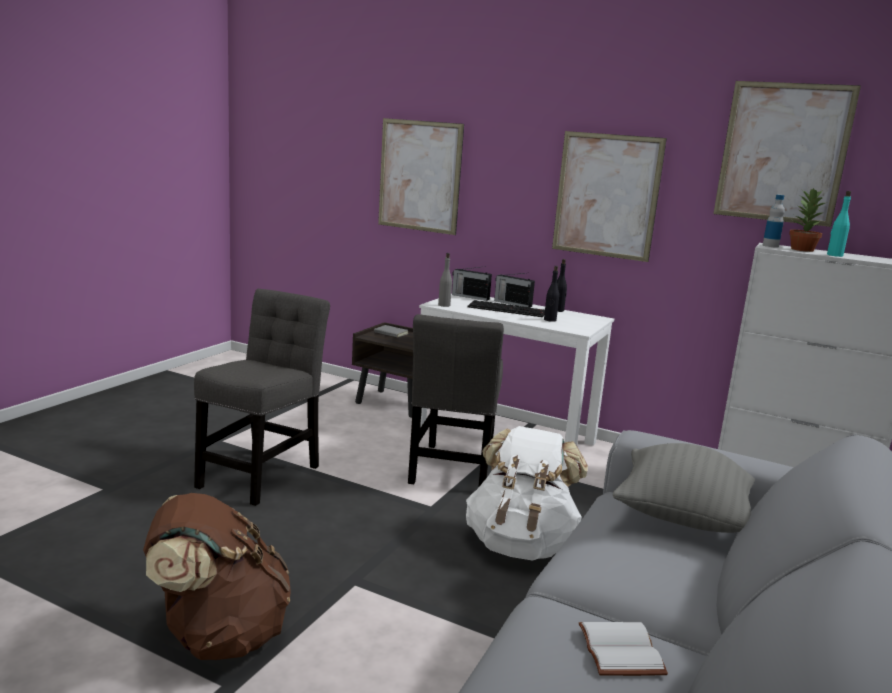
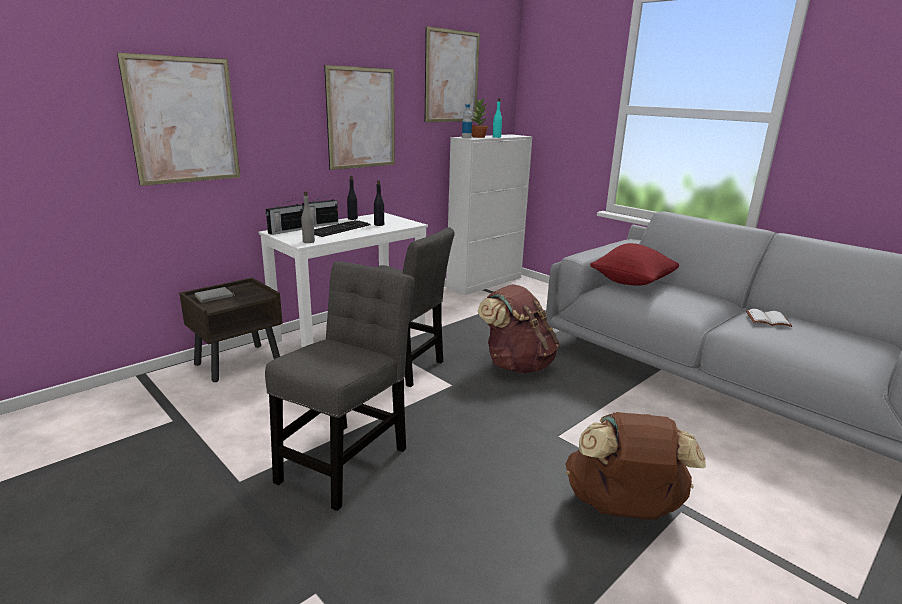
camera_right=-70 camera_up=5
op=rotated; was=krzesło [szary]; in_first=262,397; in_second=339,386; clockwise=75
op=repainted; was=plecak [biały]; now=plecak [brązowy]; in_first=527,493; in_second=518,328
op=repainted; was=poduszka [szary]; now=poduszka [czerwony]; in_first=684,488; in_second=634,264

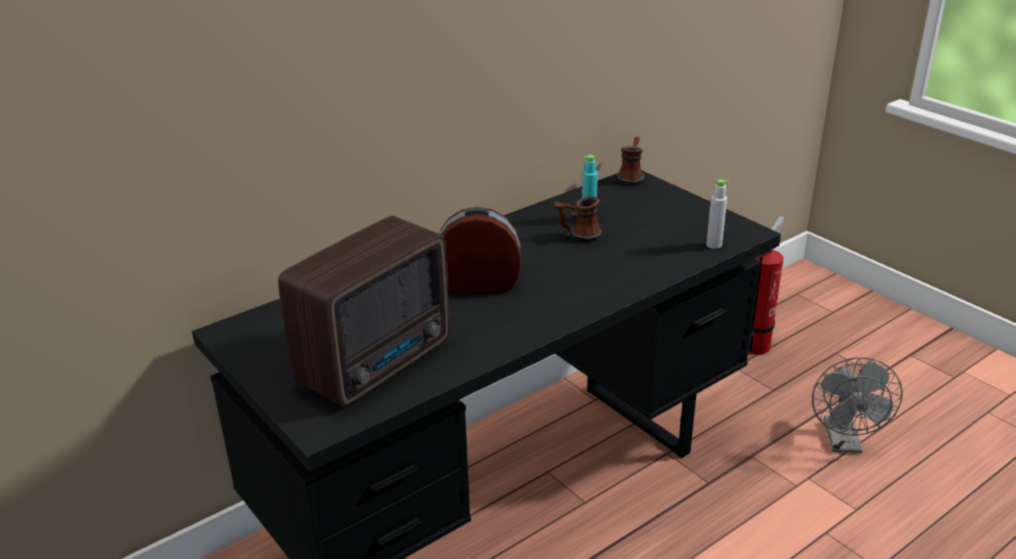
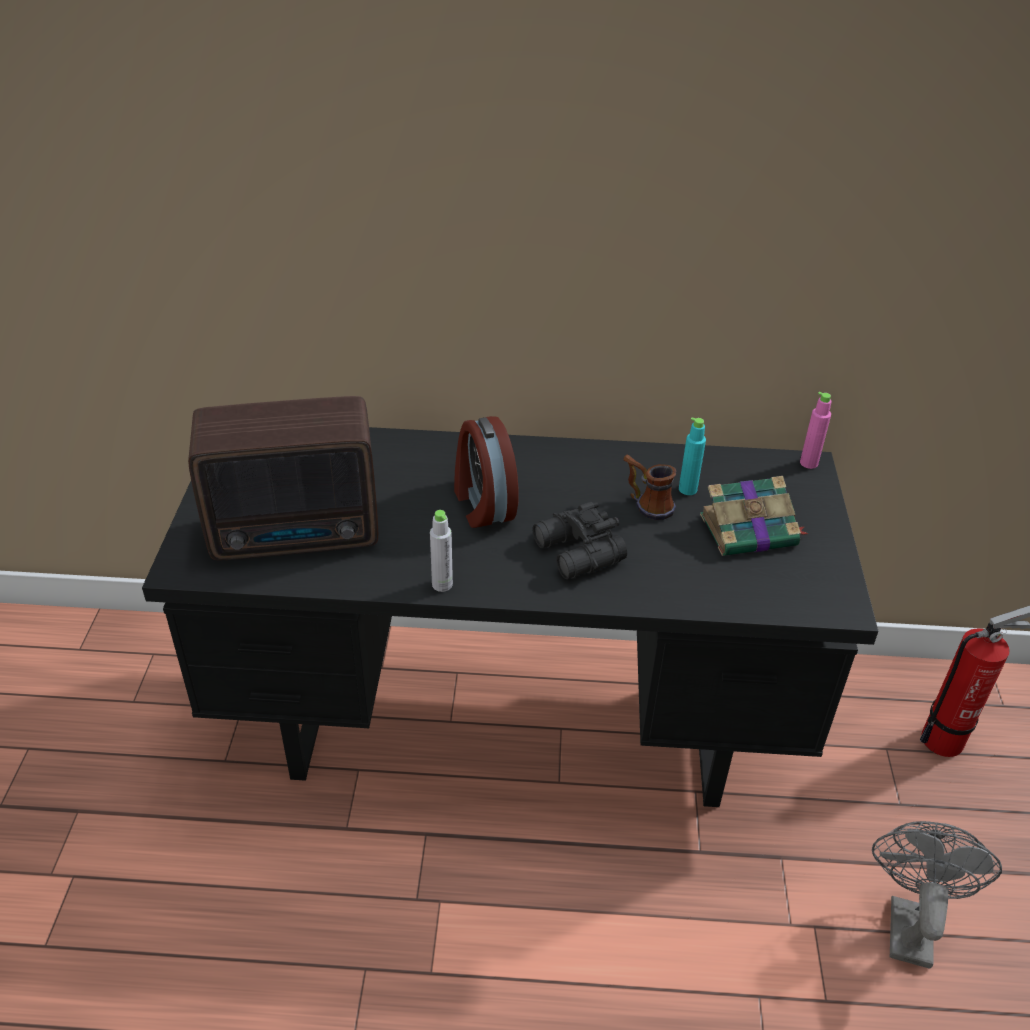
camera_right=40 camera_up=10
op=shifted; was=butelka [szary]; in_first=717,214; in_second=441,551
op=rotated; was=budzik; in_first=480,250; in_second=486,472; clockwise=-150
op=new; now=lornetka [czarny]; in_second=580,540
op=new; now=książka; in_second=754,516
op=swapped; was=kubek; now=butelka [różowy]; in_first=630,161; in_second=815,430
op=rotated; was=wentylator [szary]; in_first=857,405; in_second=937,895; clockwise=150

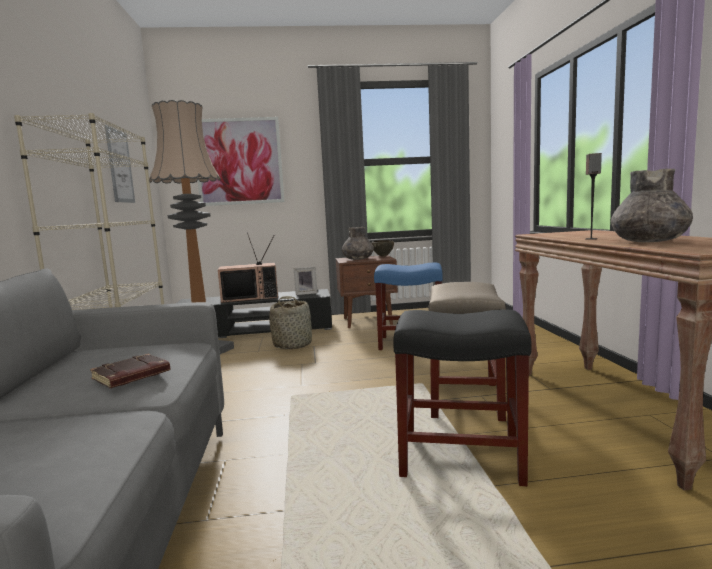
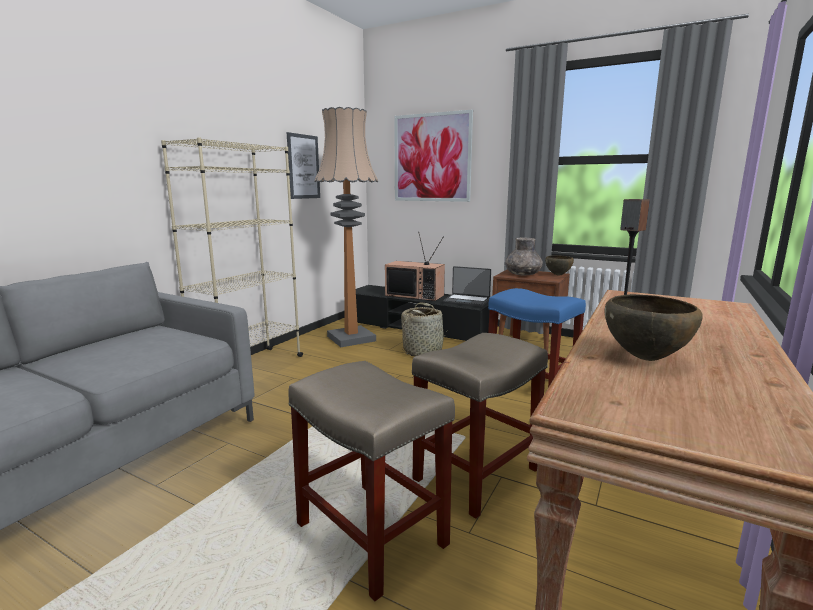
camera_right=35 camera_up=5
op=repainted; was=stołek [czarny]; now=stołek [beżowy]; in_first=462,398; in_second=371,481
op=swapped; was=ramka na zdjęcie; now=laptop; in_first=306,281; in_second=467,286
op=swapped; was=wazon [szary]; now=miska [brązowy]; in_first=652,205; in_second=653,327
op=gone; was=książka [brązowy]; in_first=130,371

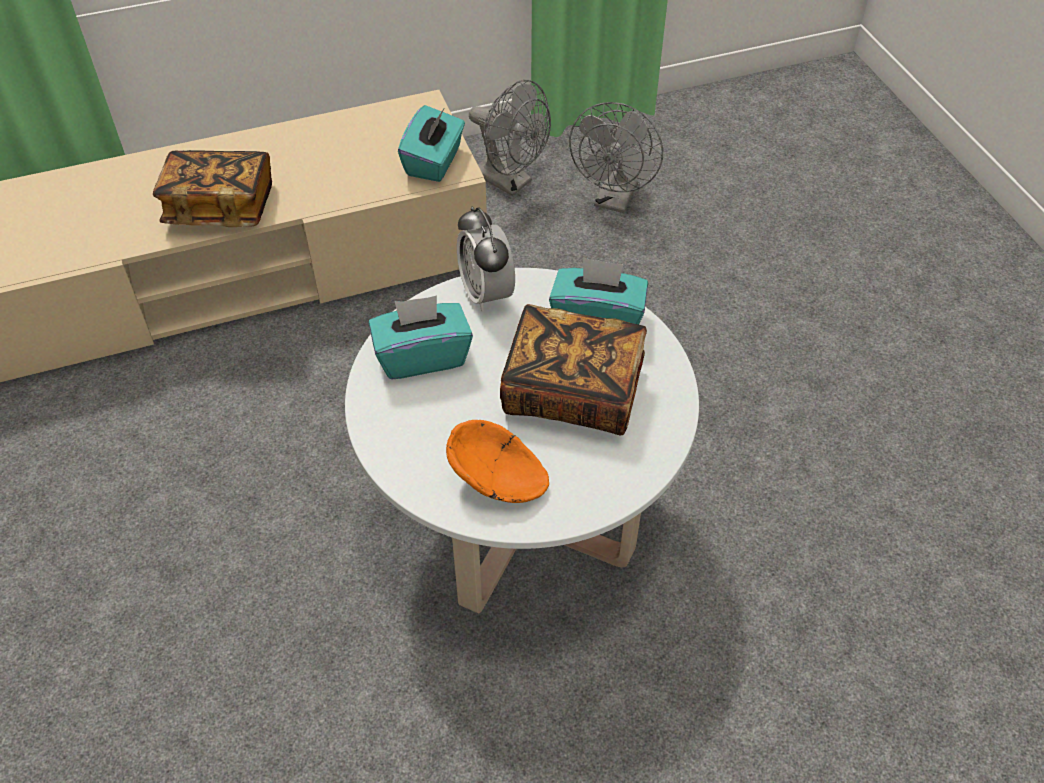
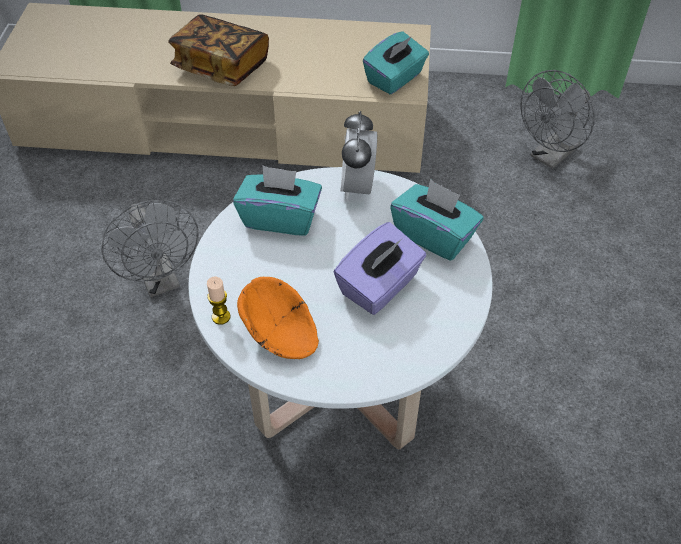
camera_right=25 camera_up=0
op=shifted; was=wentylator [szary]; in_first=510,138; in_second=150,248
op=new; now=świeca; in_second=218,301
op=swapped; was=książka; now=pudełko chusteczek [fioletowy]; in_first=573,369; in_second=380,268

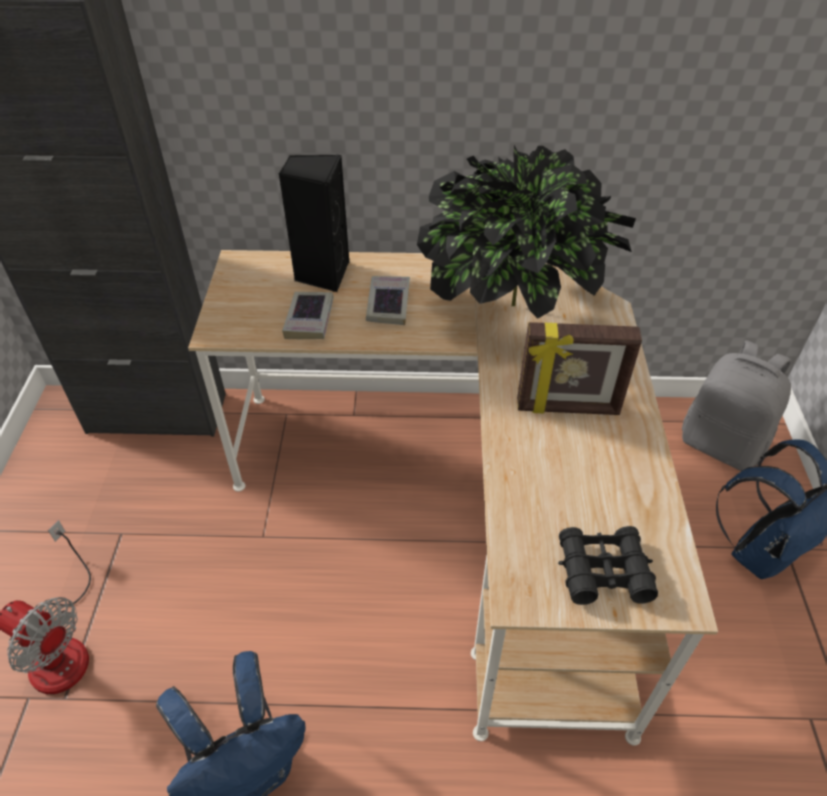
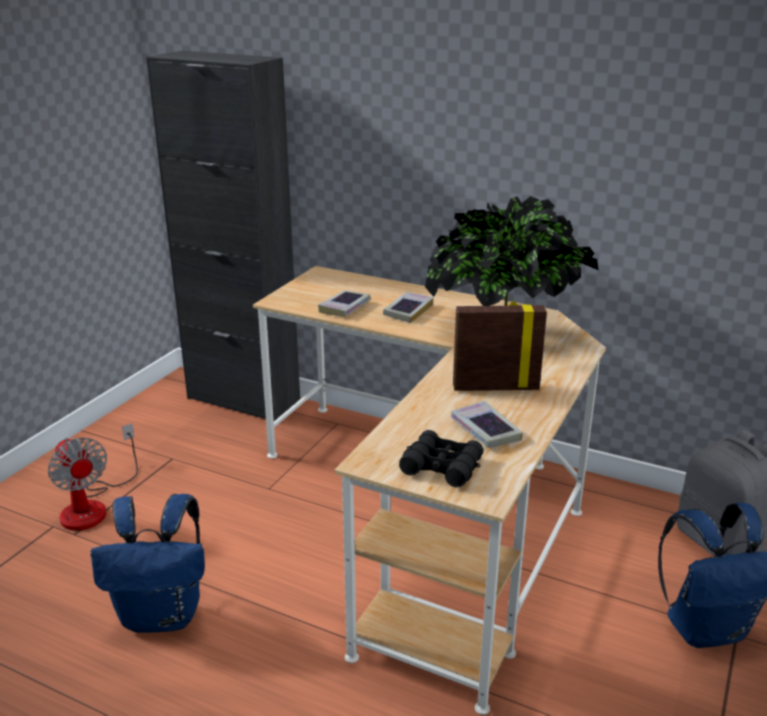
camera_right=25 camera_up=-20
op=new; now=książka; in_second=487,424
op=rotated; was=ramka na zdjęcie; in_first=579,368; in_second=500,346; clockwise=150
op=gone; was=głośnik [czarny]; in_first=314,223

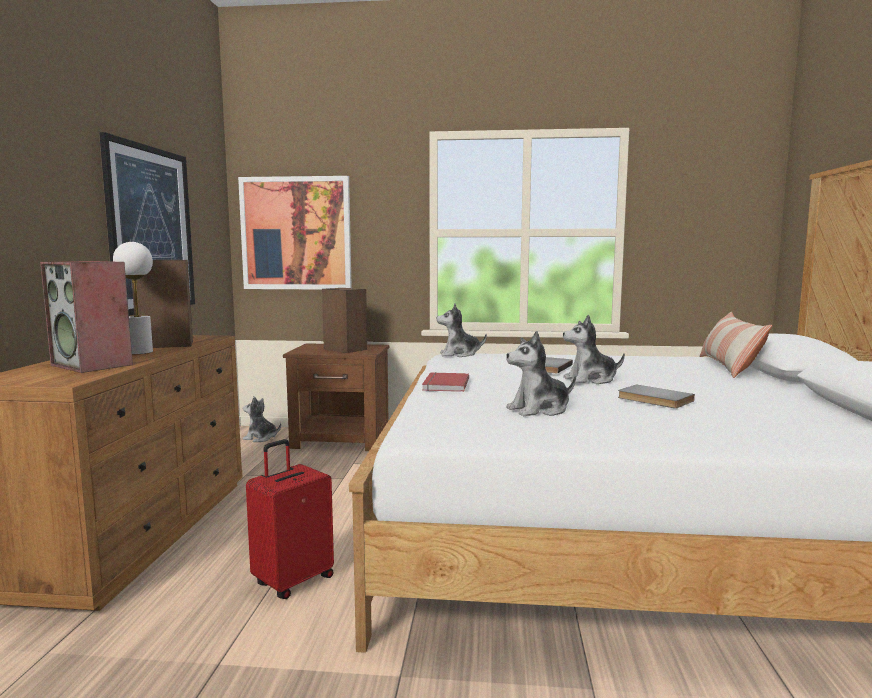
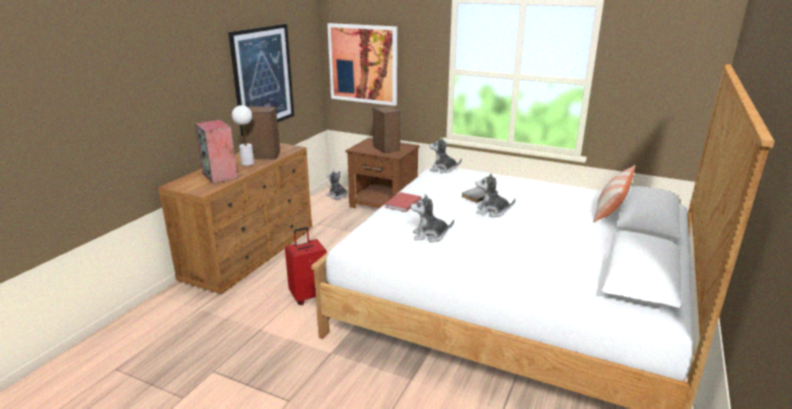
camera_right=20 camera_up=15
op=gone; was=książka [szary]; in_first=656,396

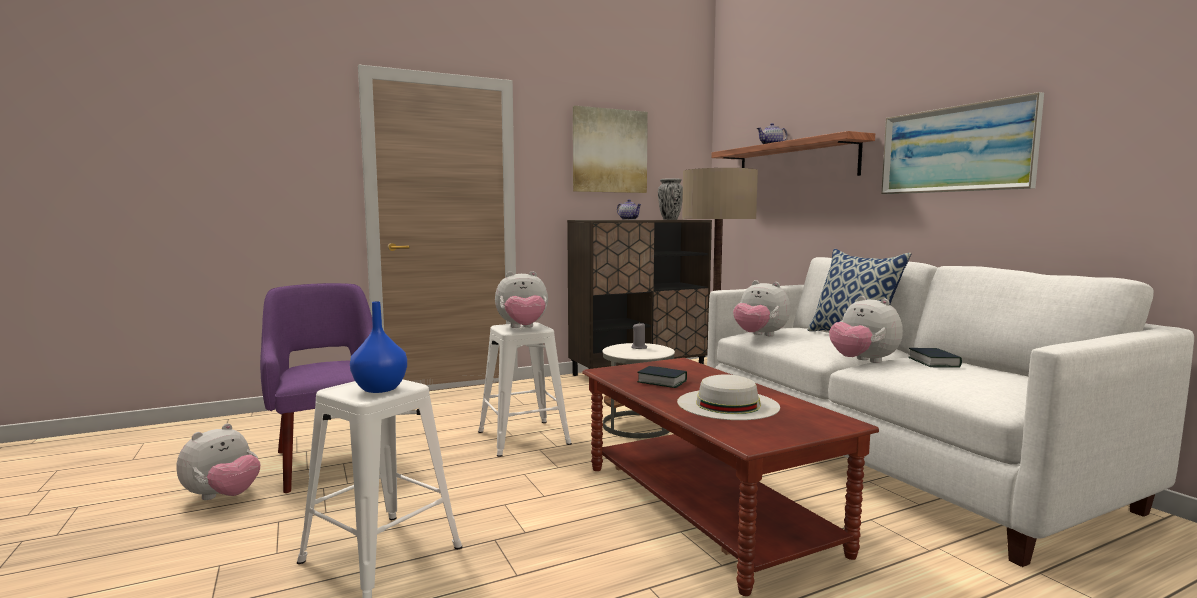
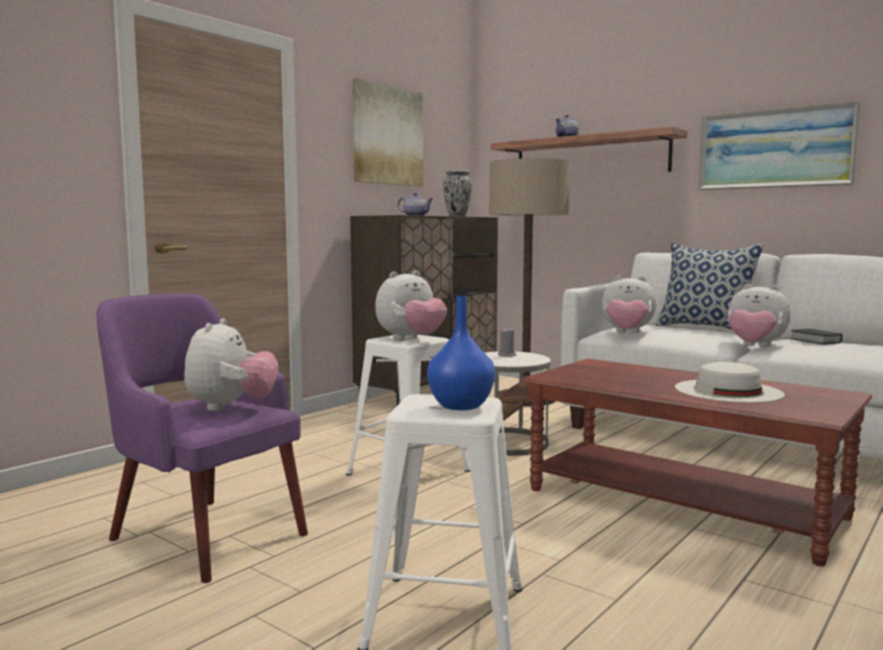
camera_right=-25 camera_up=0
op=shifted; was=pluszak; in_first=218,462; in_second=231,364
op=gone; was=książka; in_first=662,377

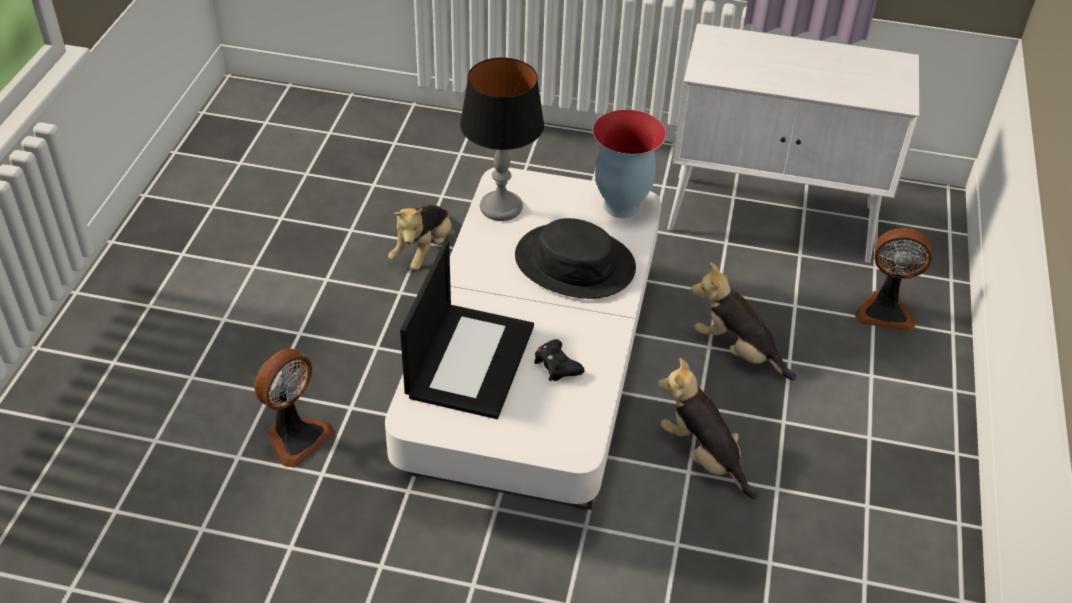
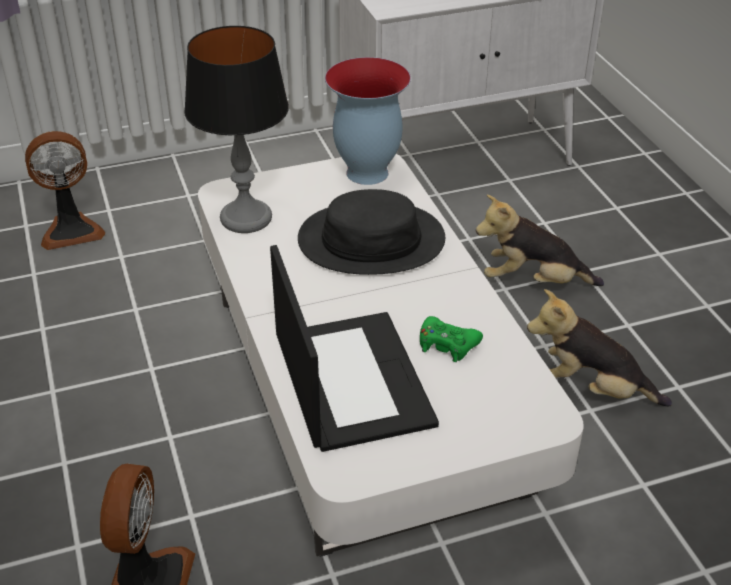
camera_right=-30 camera_up=-5
op=shifted; was=wentylator; in_first=893,279; in_second=65,190
op=repainted; was=pad do gier [czarny]; now=pad do gier [zielony]; in_first=559,360; in_second=451,339
op=gone; was=pluszak; in_first=420,237

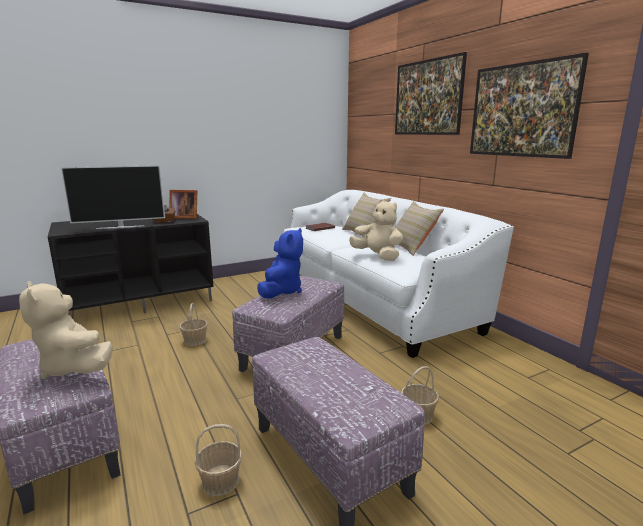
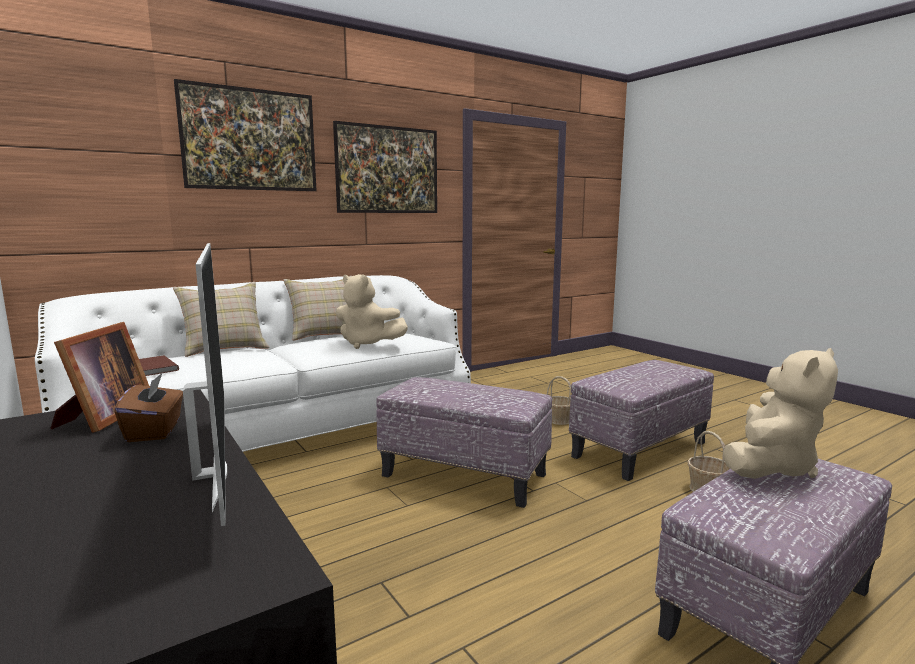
camera_right=-95 camera_up=-5
op=rotated; was=pluszak [beżowy]; in_first=376,230; in_second=372,311; clockwise=-105
op=gone; was=koszyk; in_first=194,324
op=gone; was=pluszak [niebieski]; in_first=280,263

